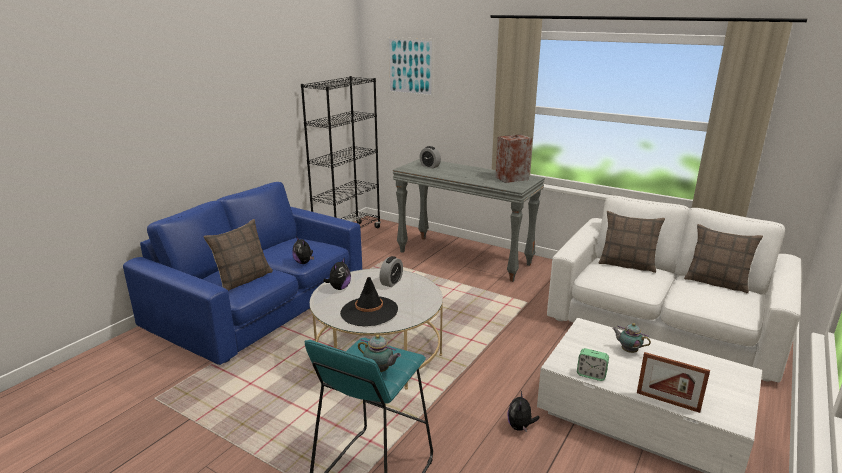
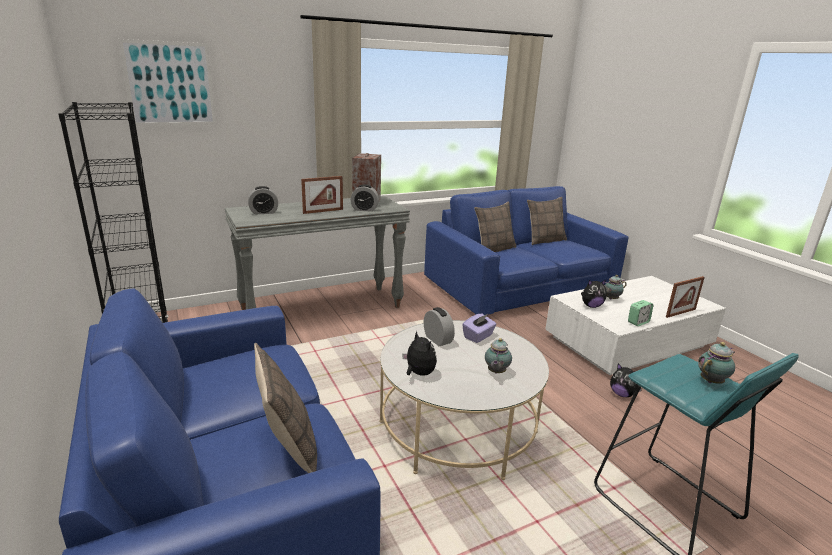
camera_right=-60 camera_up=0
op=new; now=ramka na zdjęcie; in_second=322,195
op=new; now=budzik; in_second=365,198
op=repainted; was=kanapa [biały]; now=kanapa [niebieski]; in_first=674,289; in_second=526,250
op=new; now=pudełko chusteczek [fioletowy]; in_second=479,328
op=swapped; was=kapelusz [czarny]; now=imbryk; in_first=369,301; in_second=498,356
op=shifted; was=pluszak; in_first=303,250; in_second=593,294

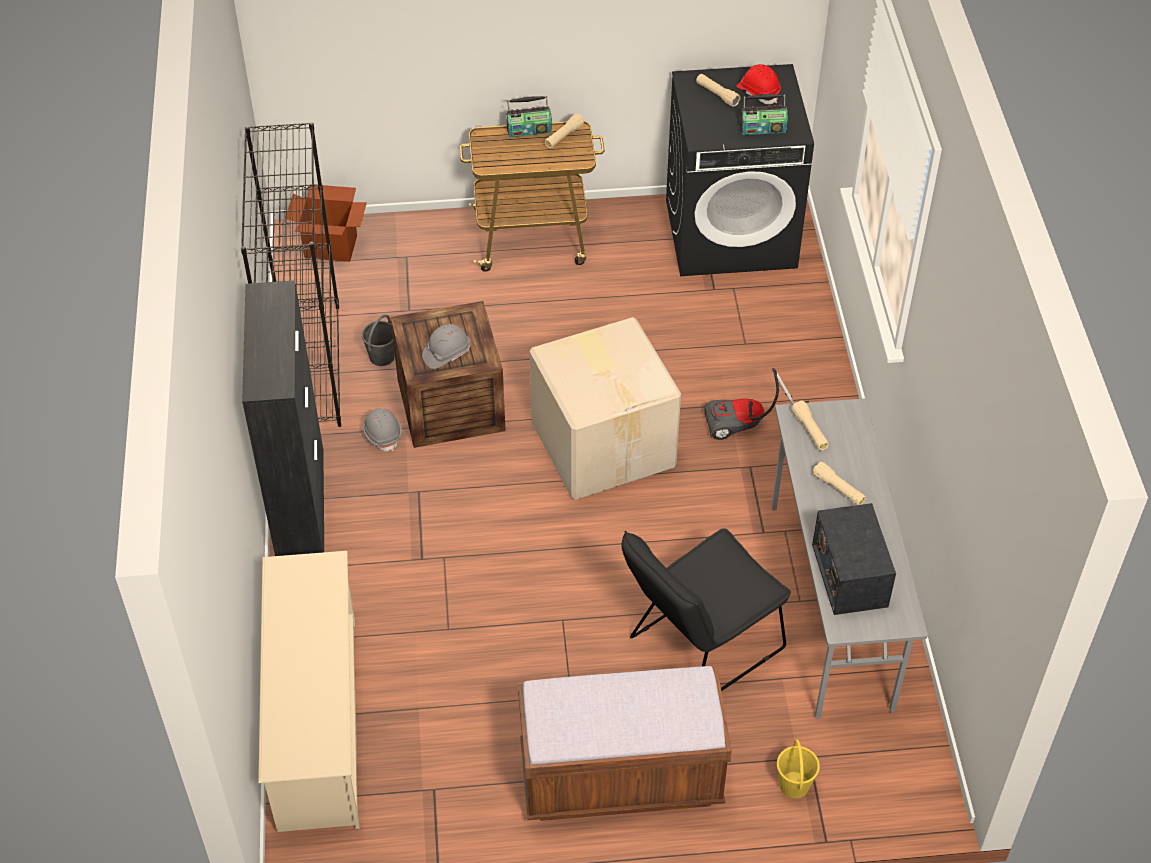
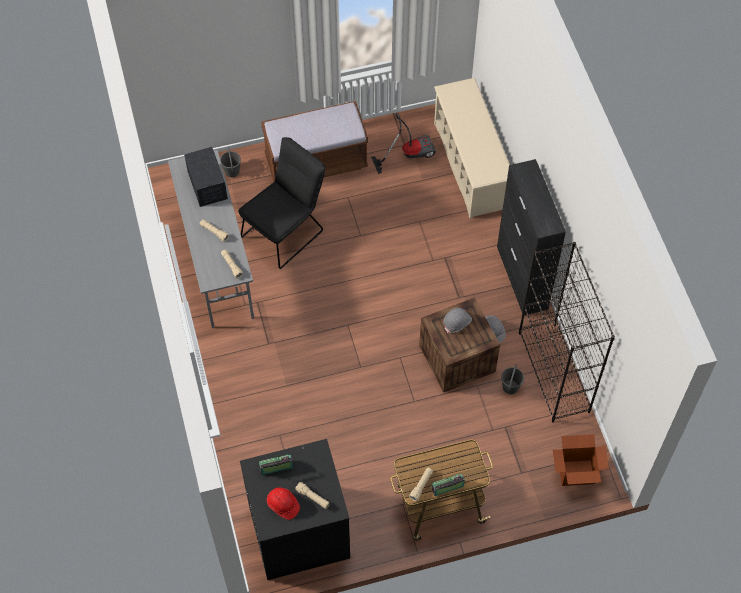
camera_right=170 camera_up=10
op=repainted; was=wiadro [żółty]; now=wiadro [szary]; in_first=798,769; in_second=230,162
op=shifted; was=odkurzacz; in_first=756,404; in_second=403,143
op=gone; was=karton; in_first=605,408

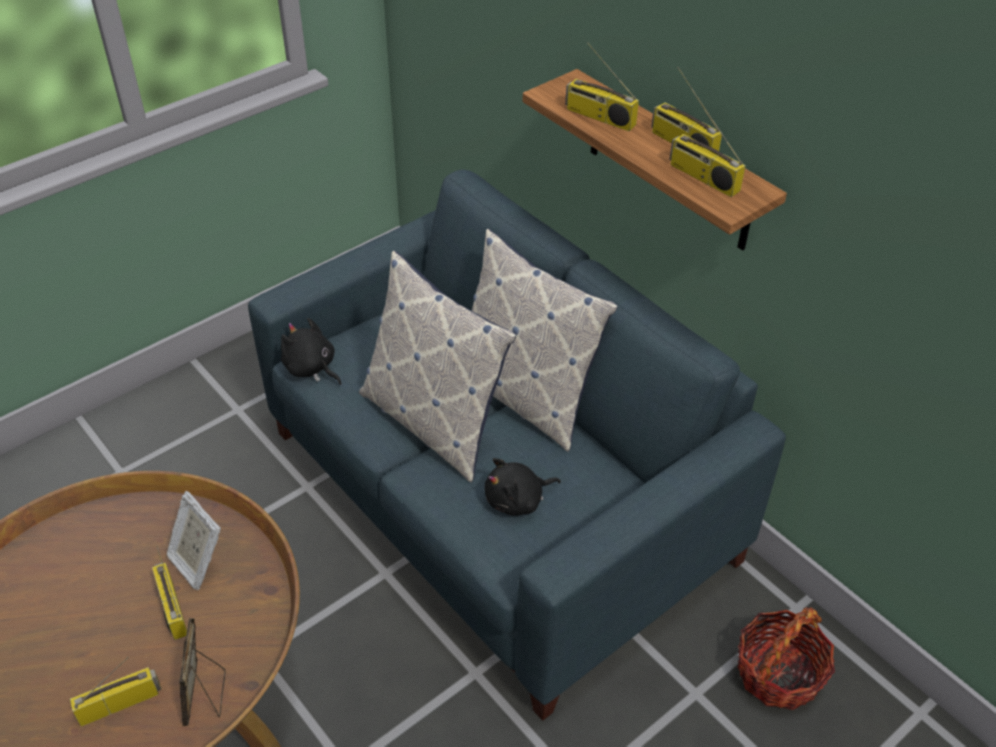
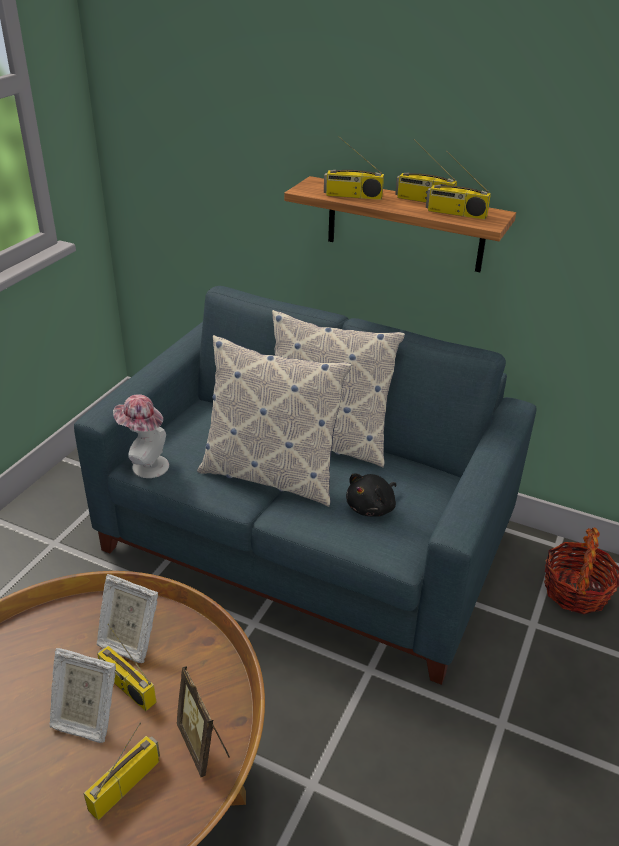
camera_right=-25 camera_up=-10
op=new; now=ramka na zdjęcie; in_second=82,695
op=swapped; was=pluszak [czarny]; now=kapelusz; in_first=311,351; in_second=141,436

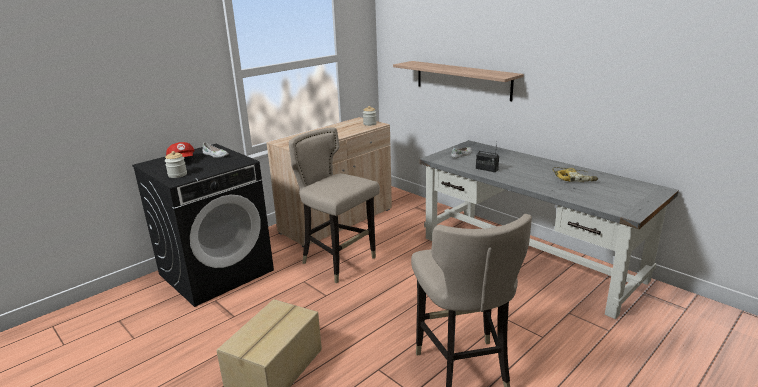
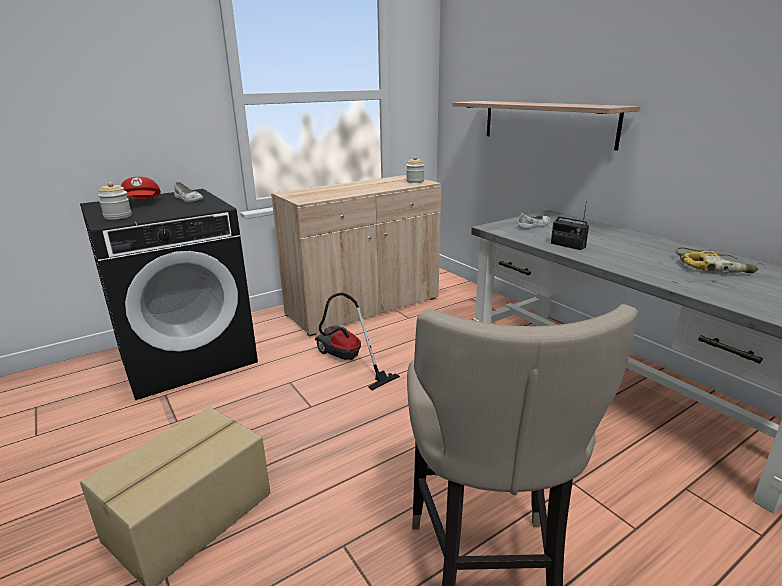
camera_right=10 camera_up=0
op=swapped; was=stołek [beżowy]; now=odkurzacz; in_first=334,205; in_second=357,341

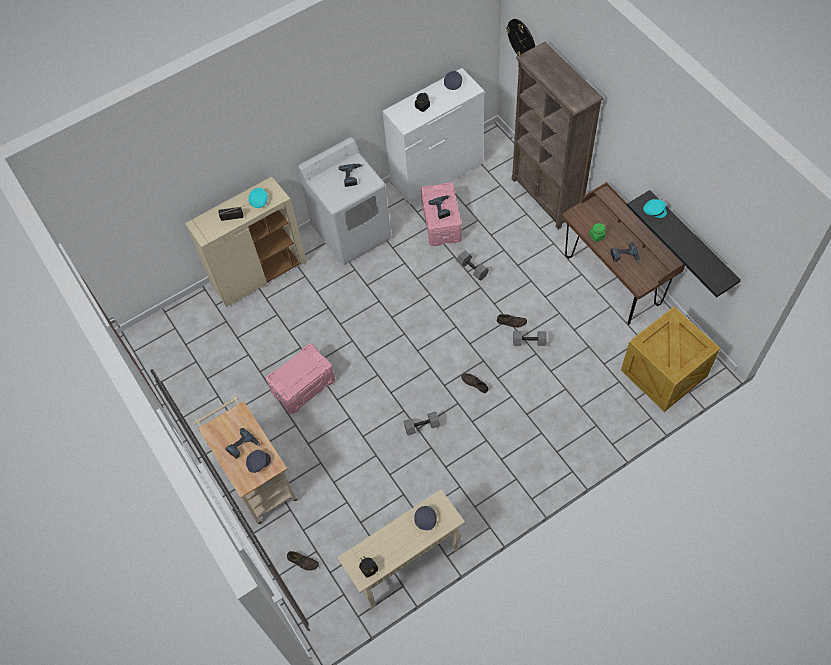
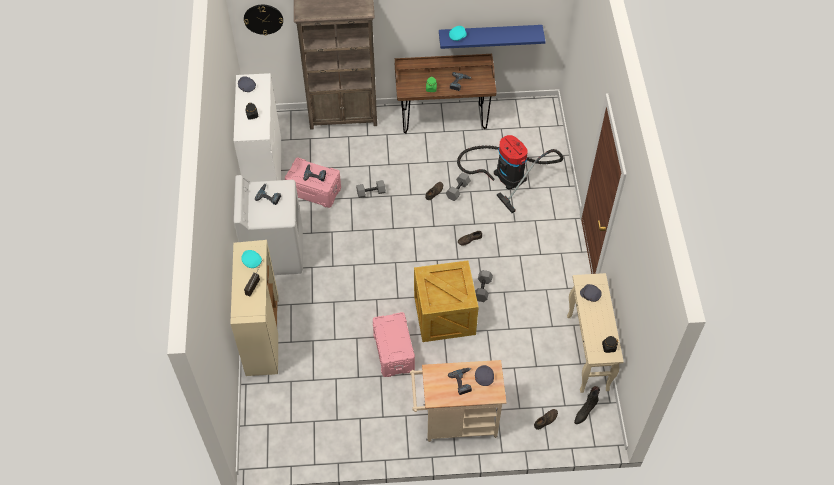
camera_right=-65 camera_up=-5
op=shifted; was=skrzynka; in_first=670,359; in_second=446,301
op=repainted; was=półka [czarny]; now=półka [niebieski]; in_first=684,244; in_second=492,37
op=new; now=odkurzacz; in_second=510,174
op=new; now=but z cholewką [czarny]; in_second=587,405

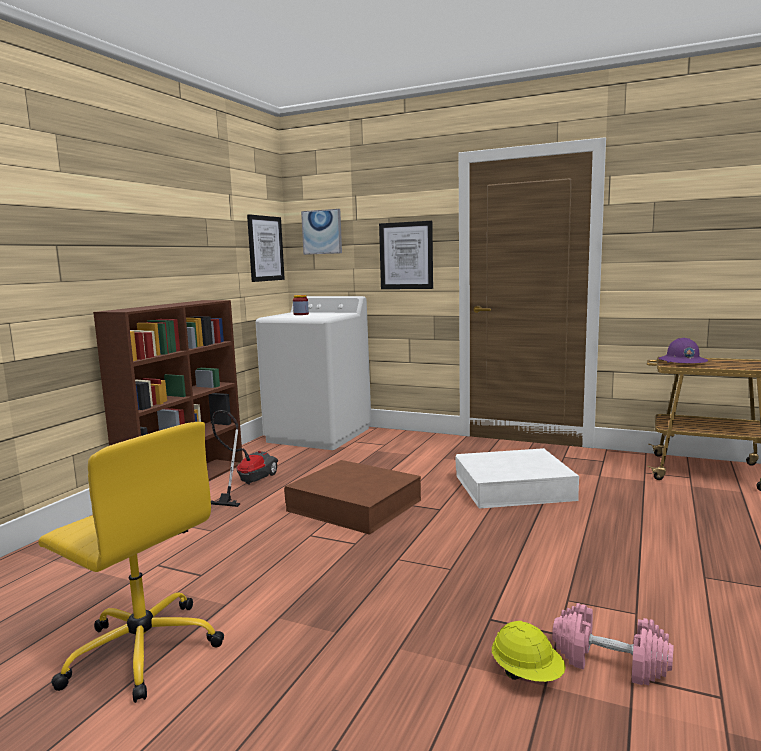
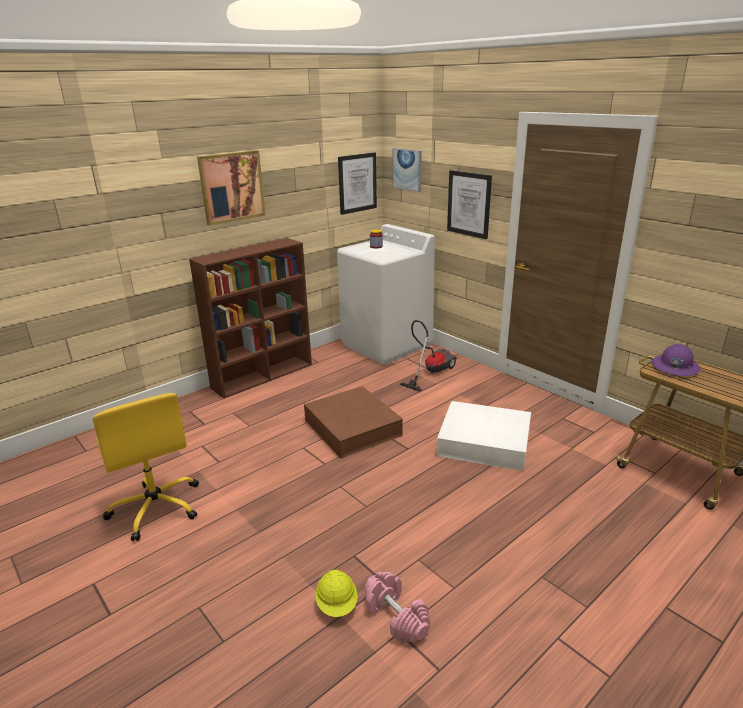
camera_right=25 camera_up=15
op=new; now=obraz; in_second=231,188
op=shifted; was=odkurzacz; in_first=244,458; in_second=428,356

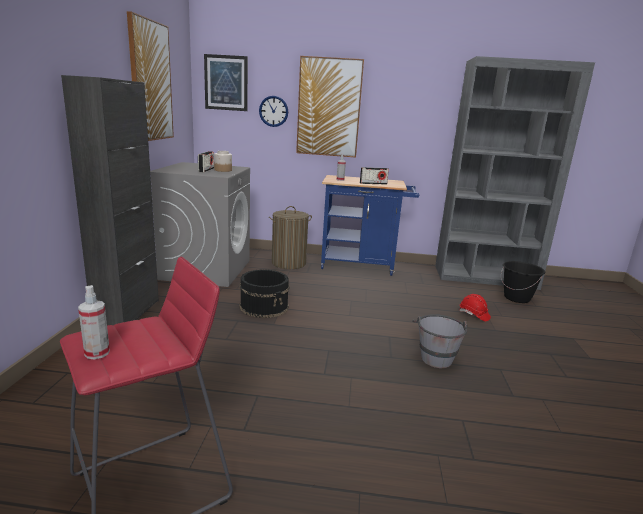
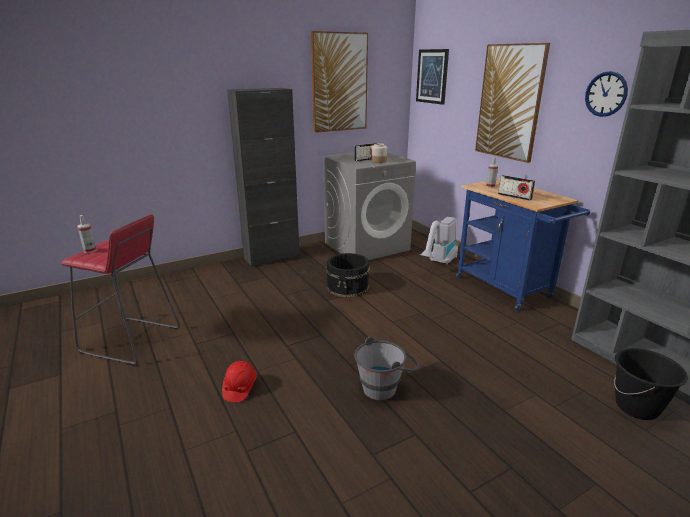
camera_right=55 camera_up=5
op=shifted; was=kask [czerwony]; in_first=475,307; in_second=239,381
op=swapped; was=kosz na pranie; now=odkurzacz; in_first=290,237; in_second=439,240
op=shifted; was=zegar ścienny; in_first=273,111; in_second=606,94

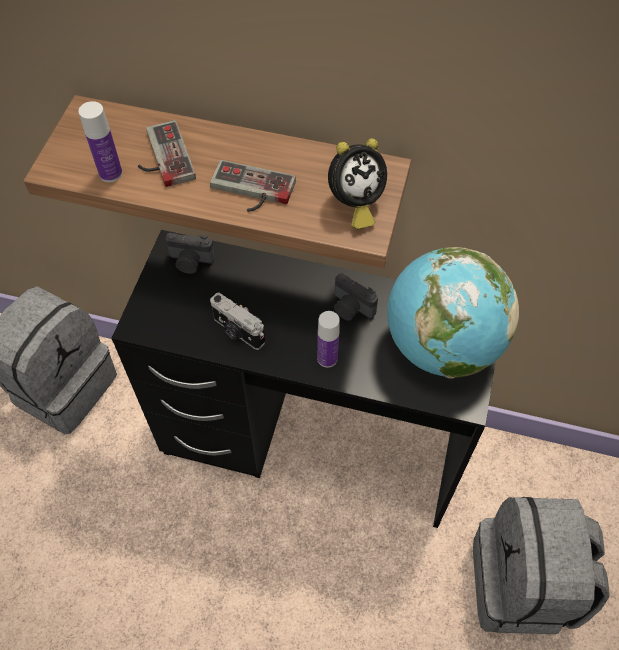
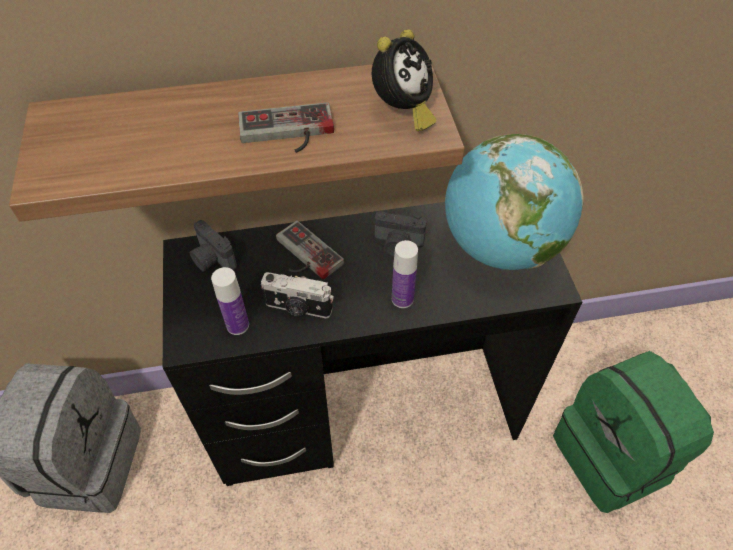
camera_right=-25 camera_up=-5
op=rotated; was=aparat fotograficzny; in_first=190,253; in_second=213,246; clockwise=60
op=shifted; was=butelka; in_first=100,141; in_second=230,301
op=shifted; was=pad do gier; in_first=167,153; in_second=310,250
op=repainted; was=plecak [szary]; now=plecak [zielony]; in_first=541,565; in_second=633,432

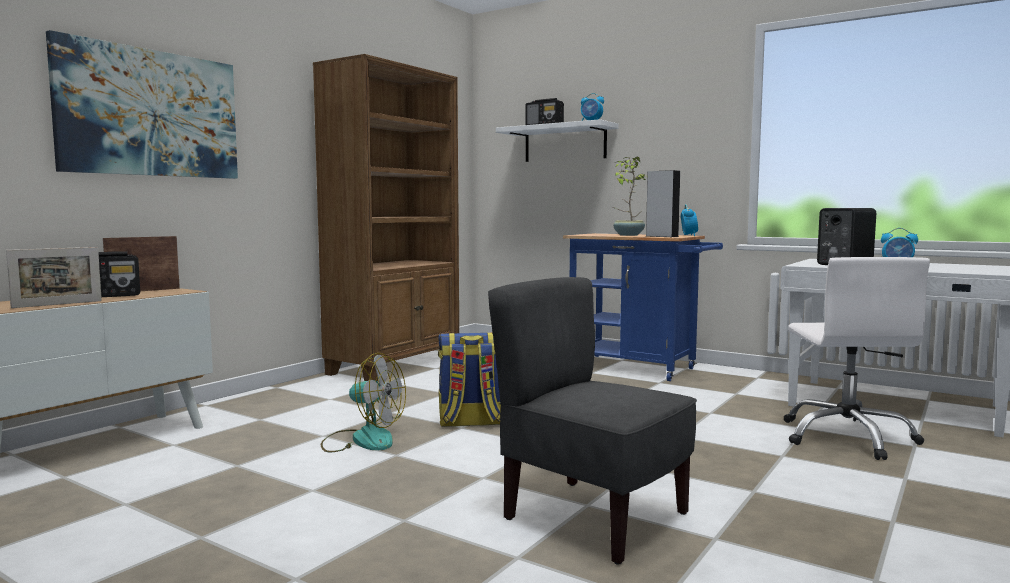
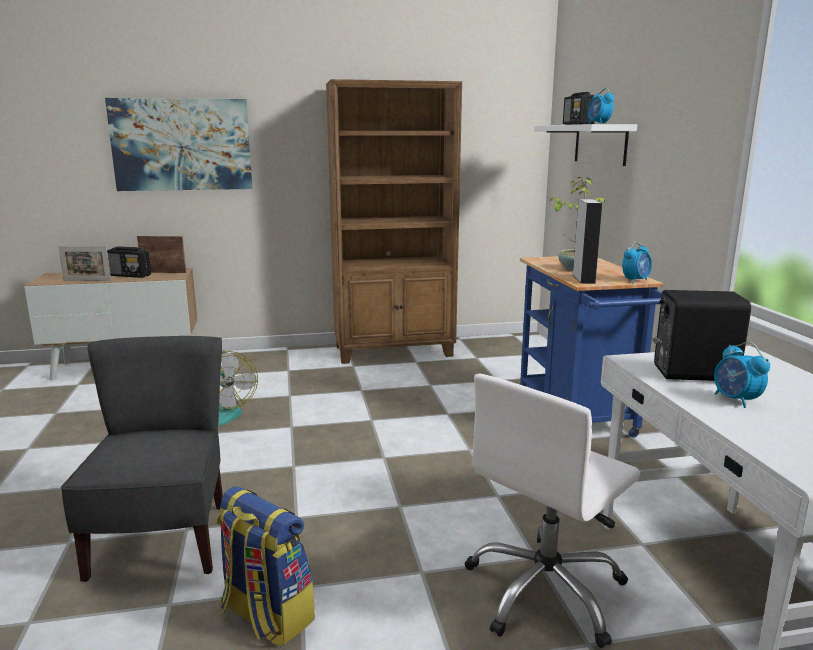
camera_right=45 camera_up=10
op=shifted; was=plecak; in_first=469,379; in_second=266,566

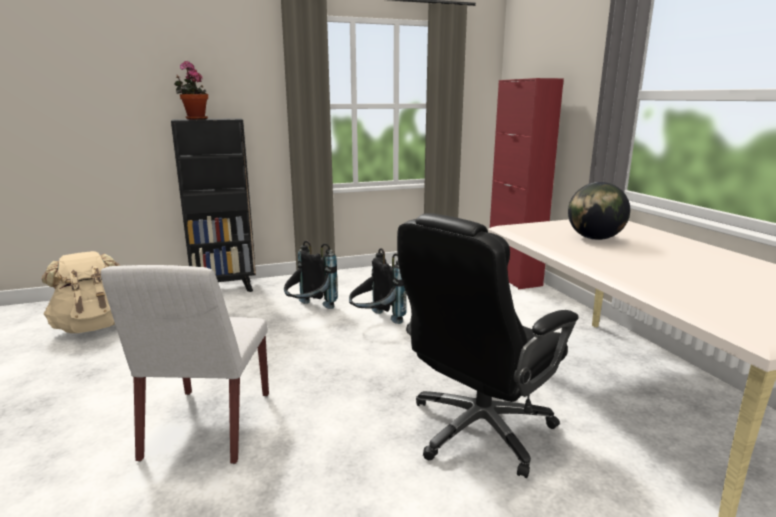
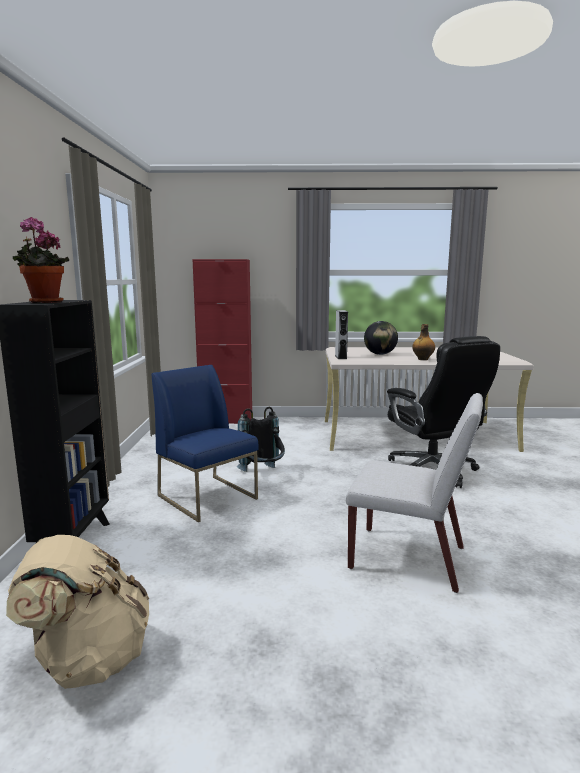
camera_right=-70 camera_up=-5
op=swapped; was=plecak [czarny]; now=krzesło [niebieski]; in_first=311,274; in_second=205,443
op=new; now=głośnik [szary]; in_second=341,334
op=new; now=butelka; in_second=423,342

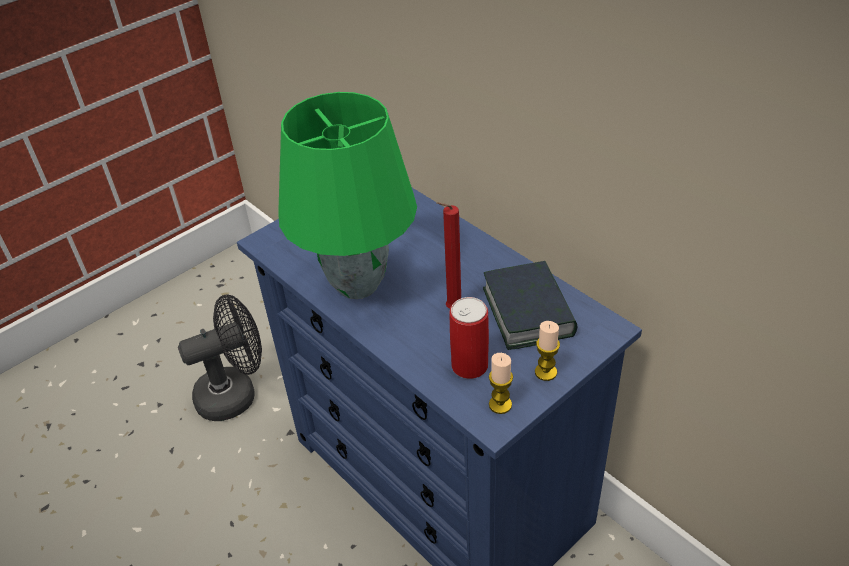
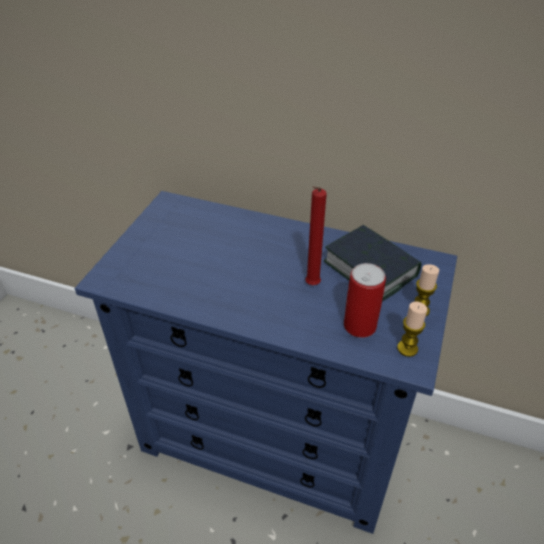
camera_right=-30 camera_up=0
op=gone; was=wentylator [czarny]; in_first=220,357
op=gone; was=lampa stołowa [zielony]; in_first=347,195

